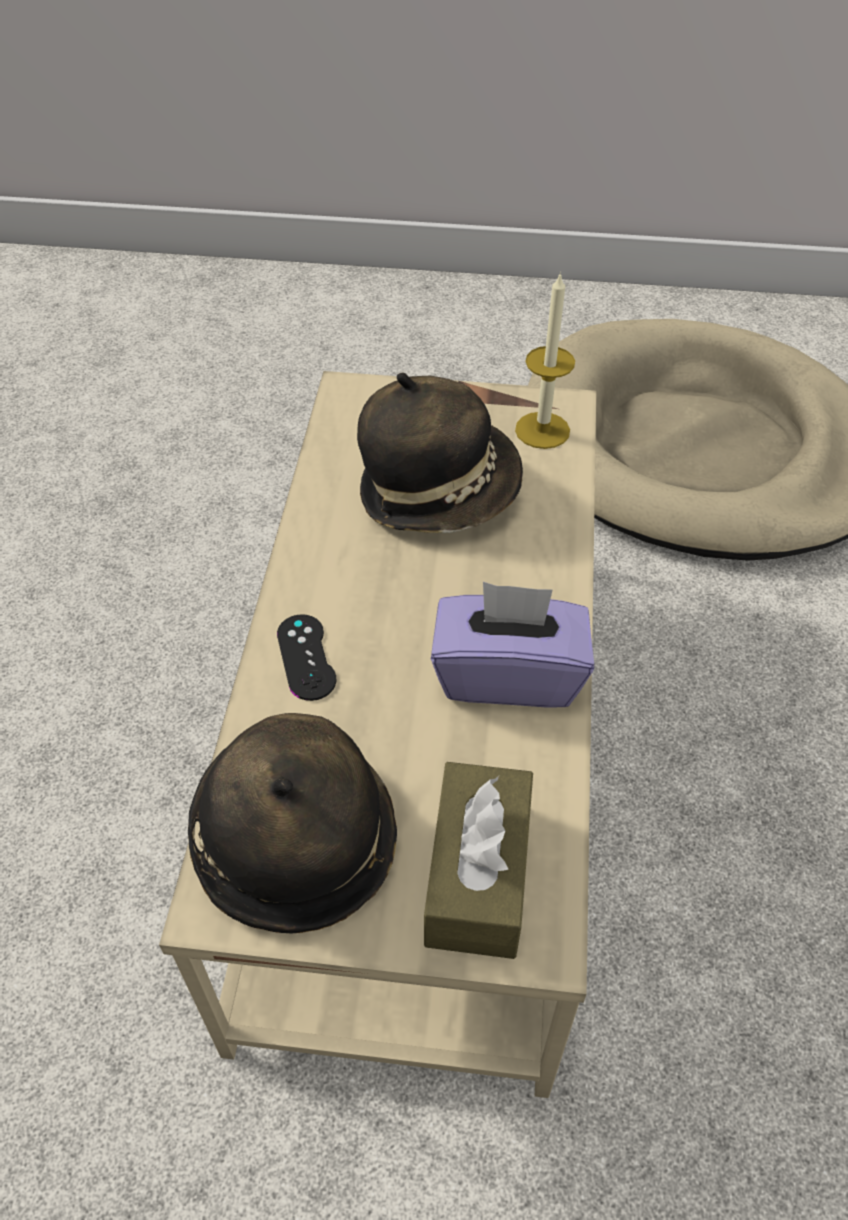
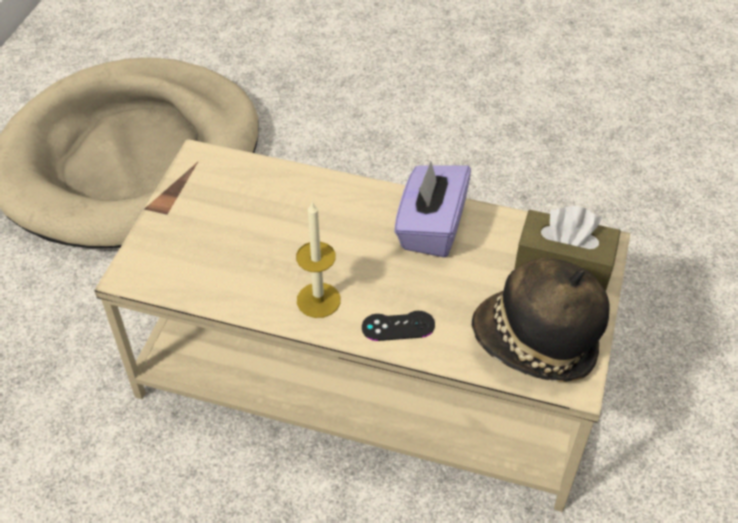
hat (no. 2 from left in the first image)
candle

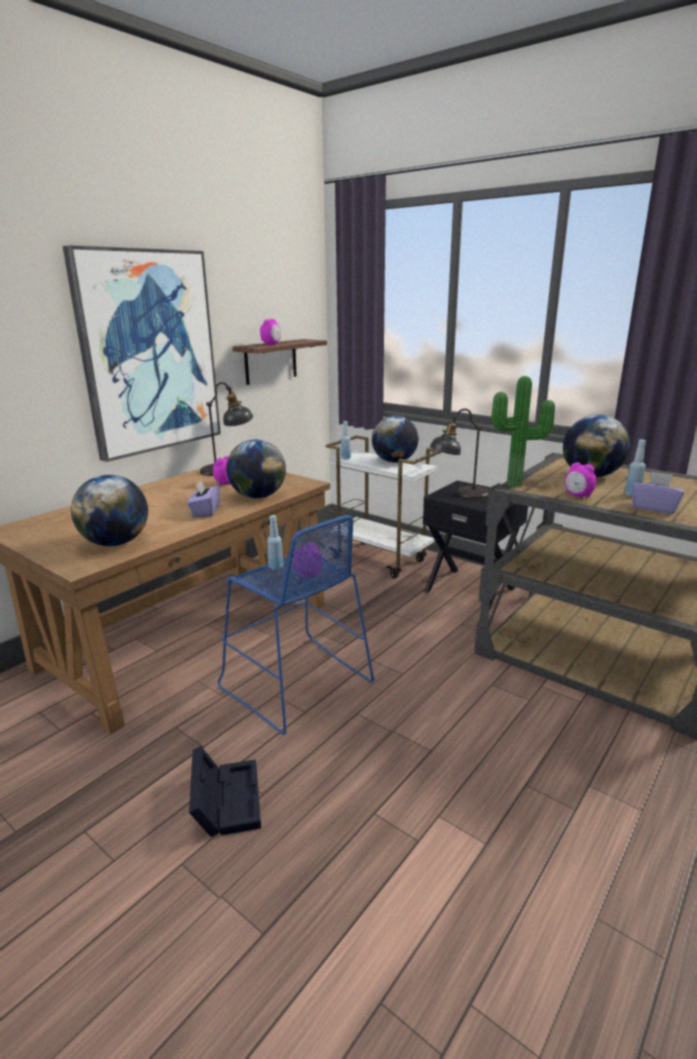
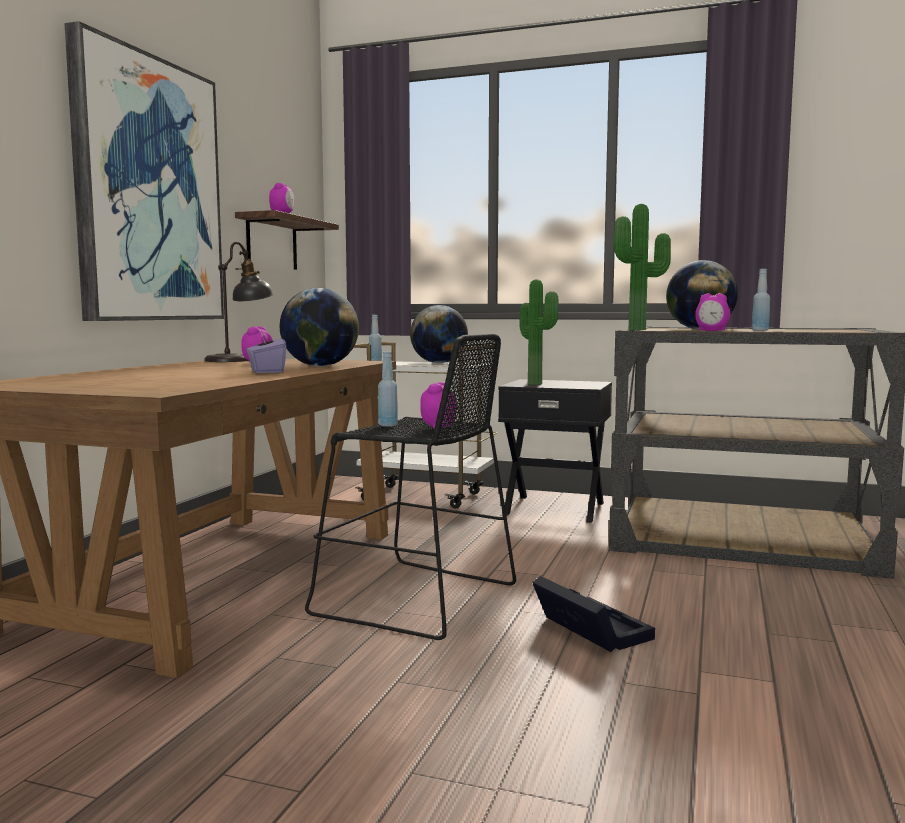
desk globe (no. 1 from left in the first image)
box of tissues in purplish (no. 2 from left in the first image)
storage box in blackish
potted plant (no. 1 from left)
sitting stool in blackish

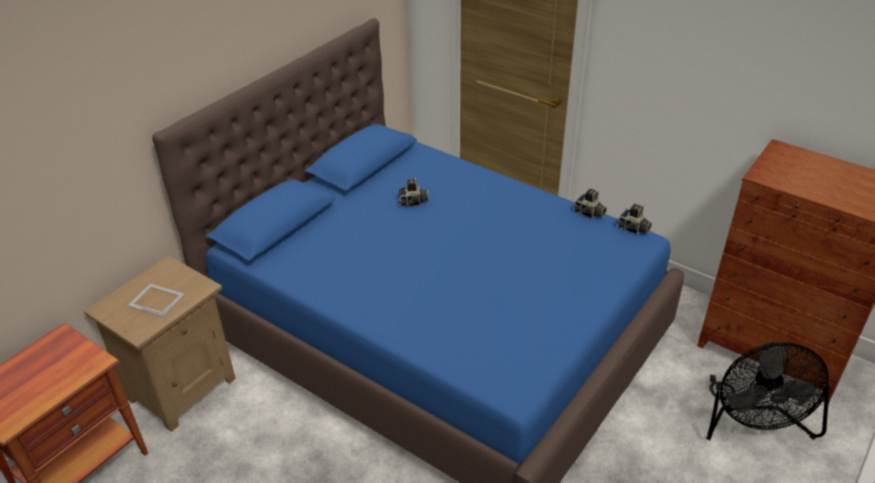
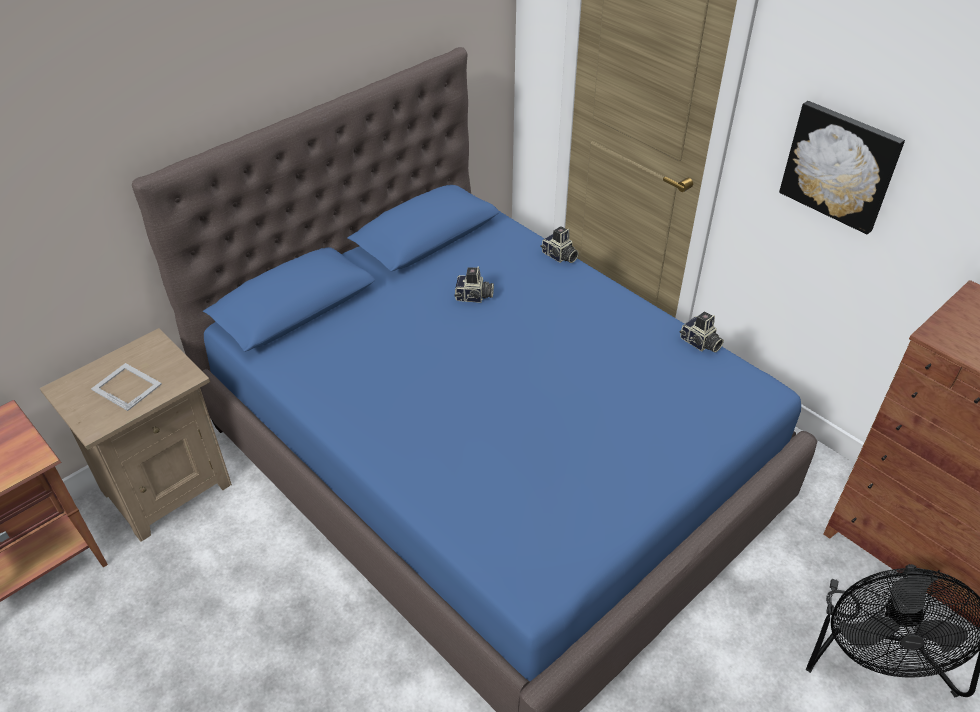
wall art
still camera (no. 2 from left)

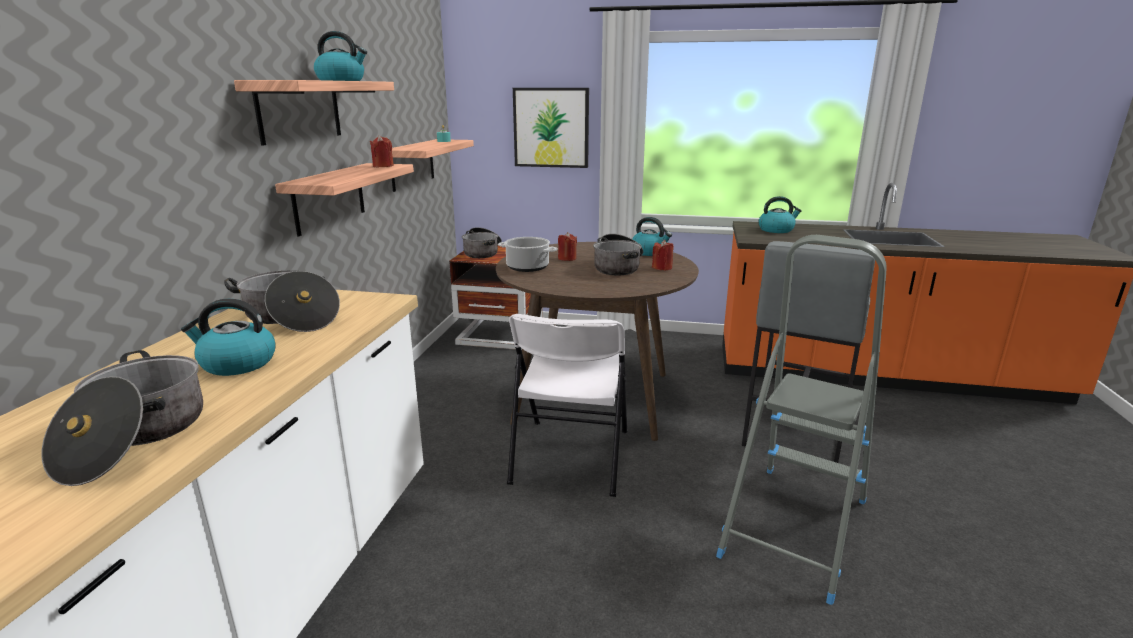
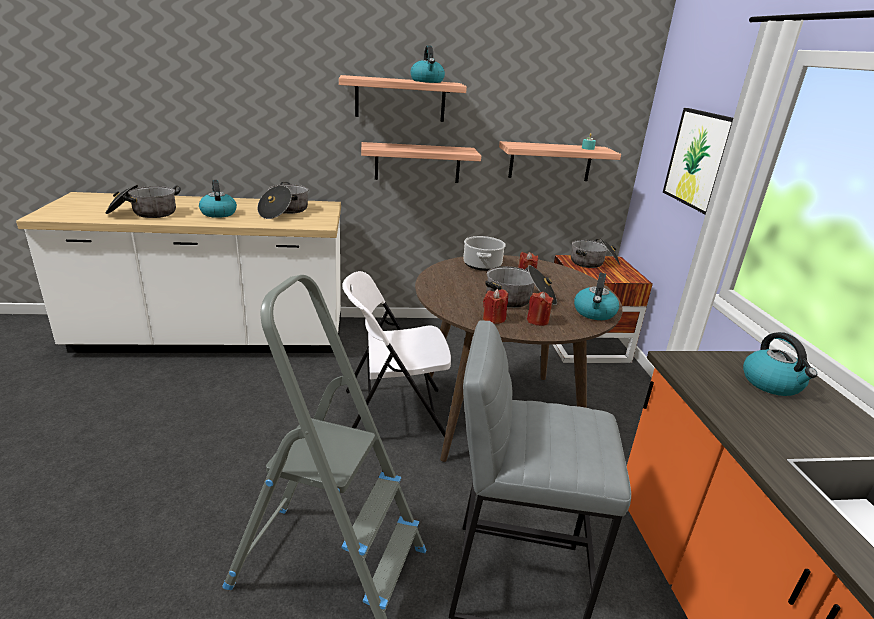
candle in reddish (no. 1 from left)

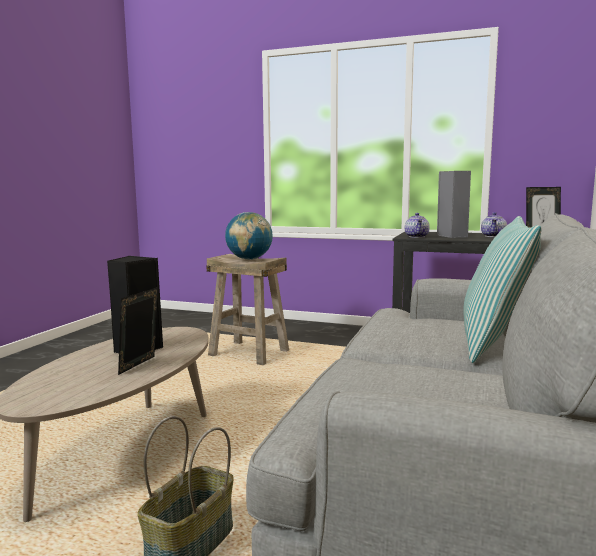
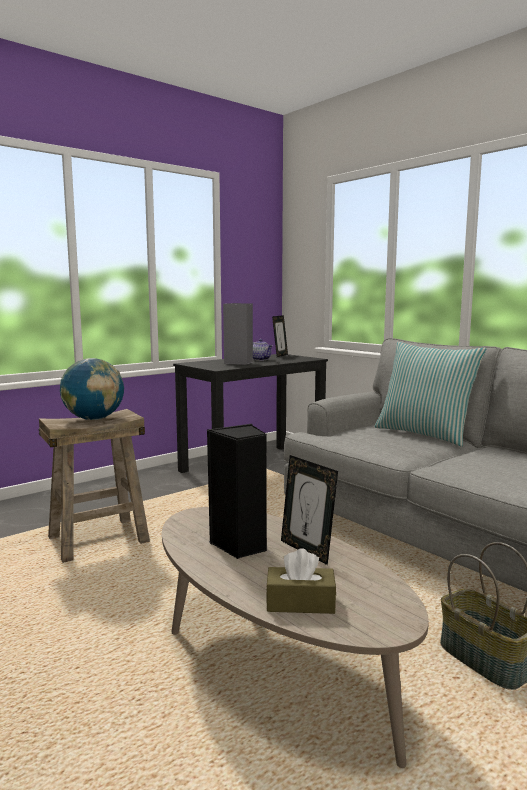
pot for tea (no. 1 from left in the first image)
box of tissues in brown

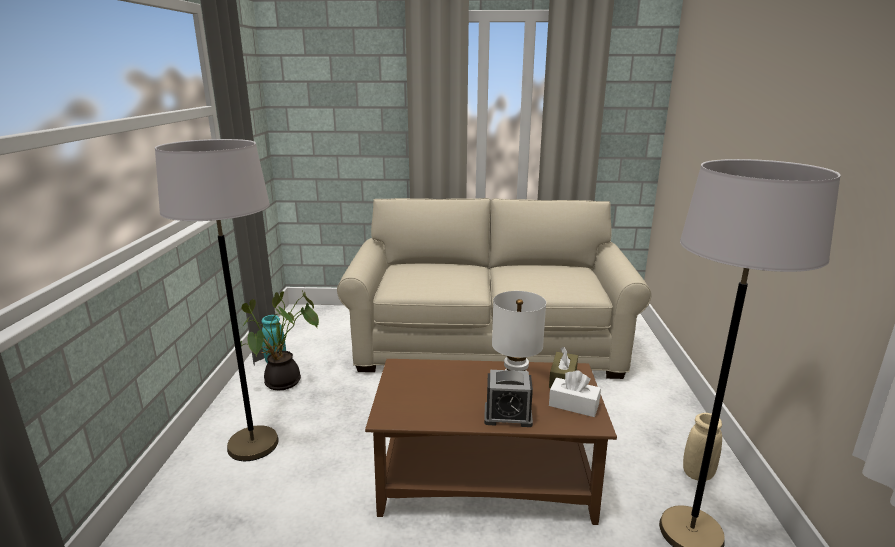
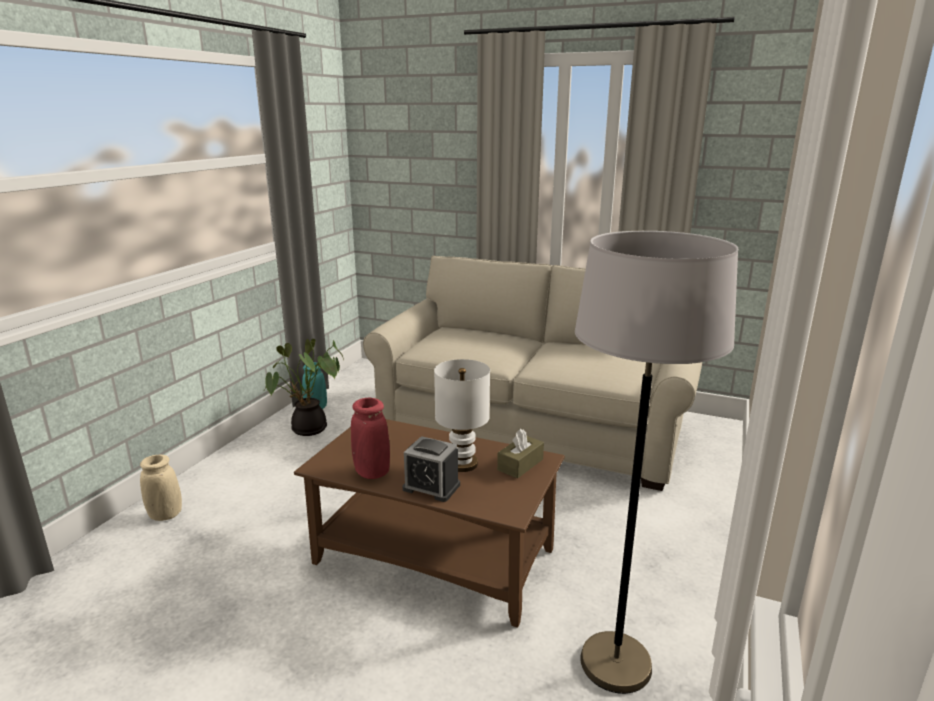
standing lamp in grey (no. 1 from left in the first image)
box of tissues in white-coloured
decorative vase in reddish
decorative vase in beige

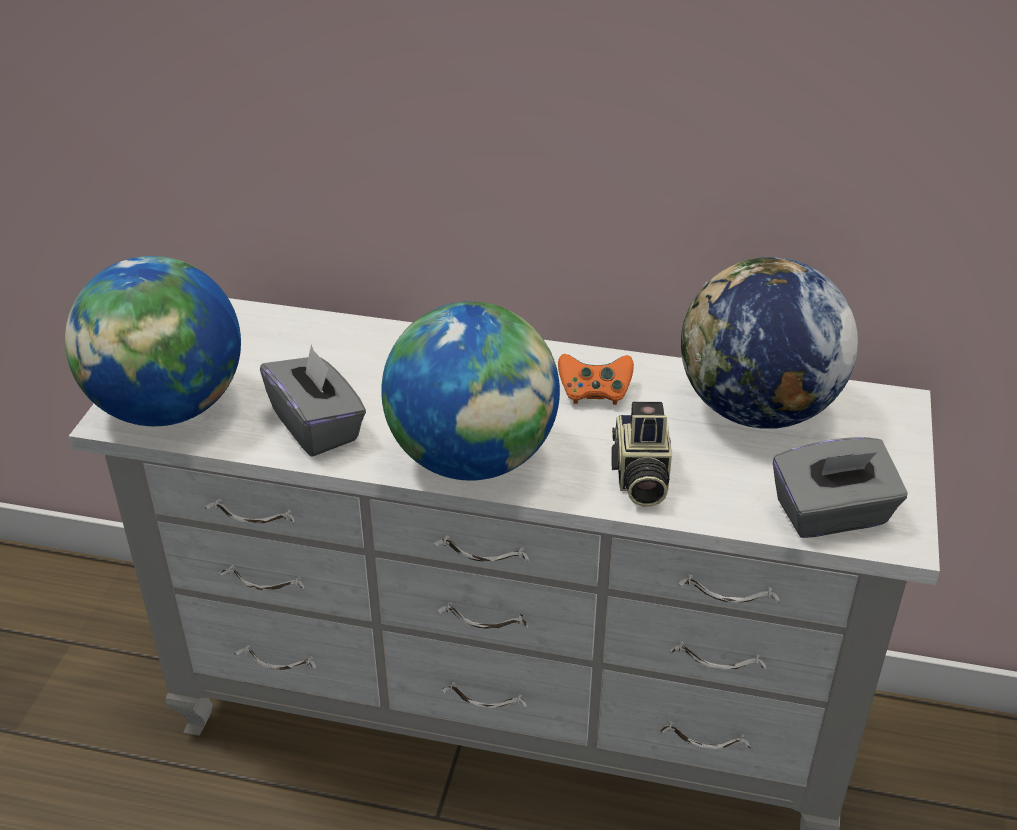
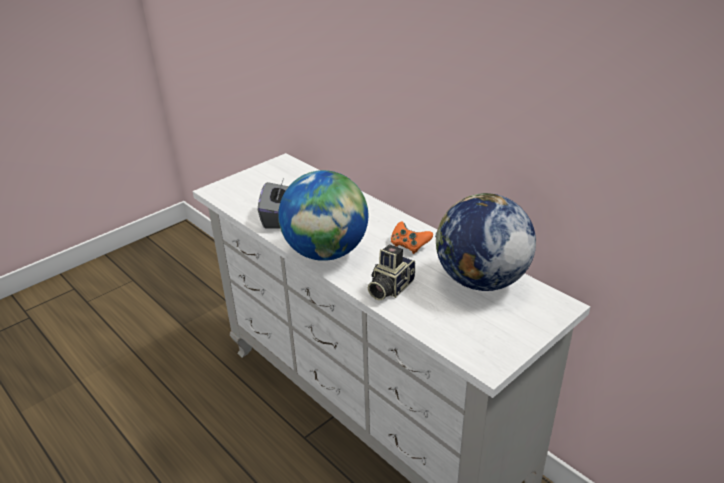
desk globe (no. 1 from left in the first image)
box of tissues in grey (no. 2 from left in the first image)

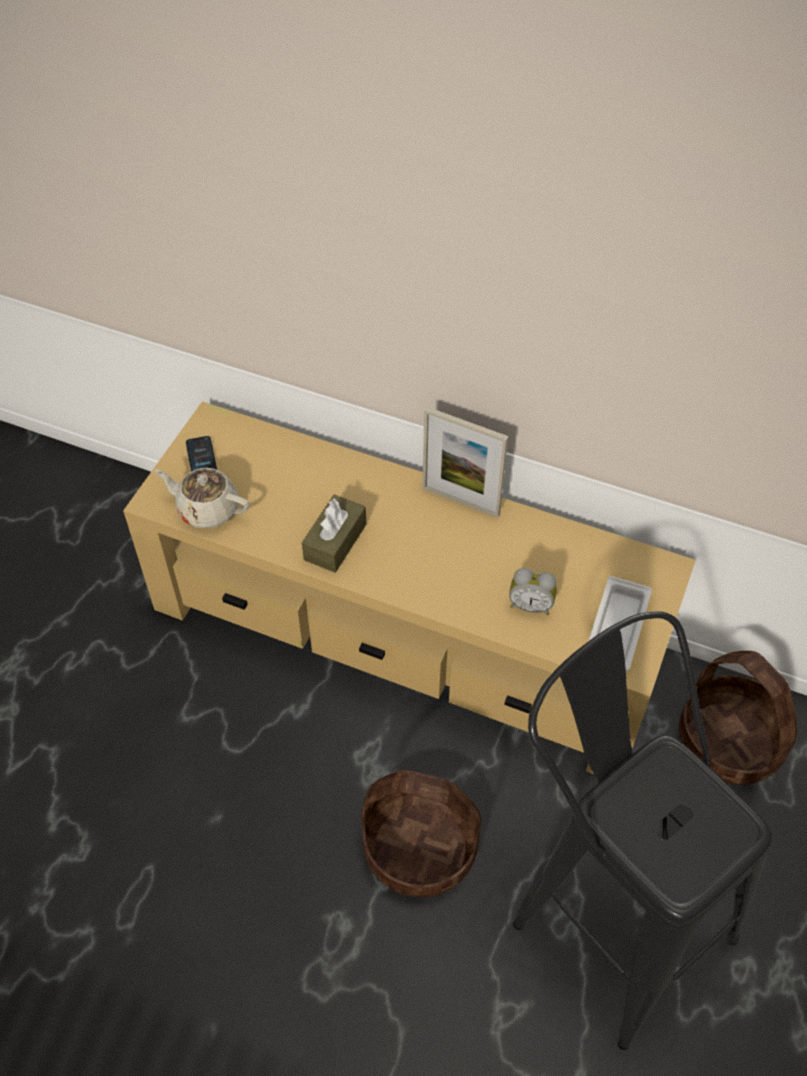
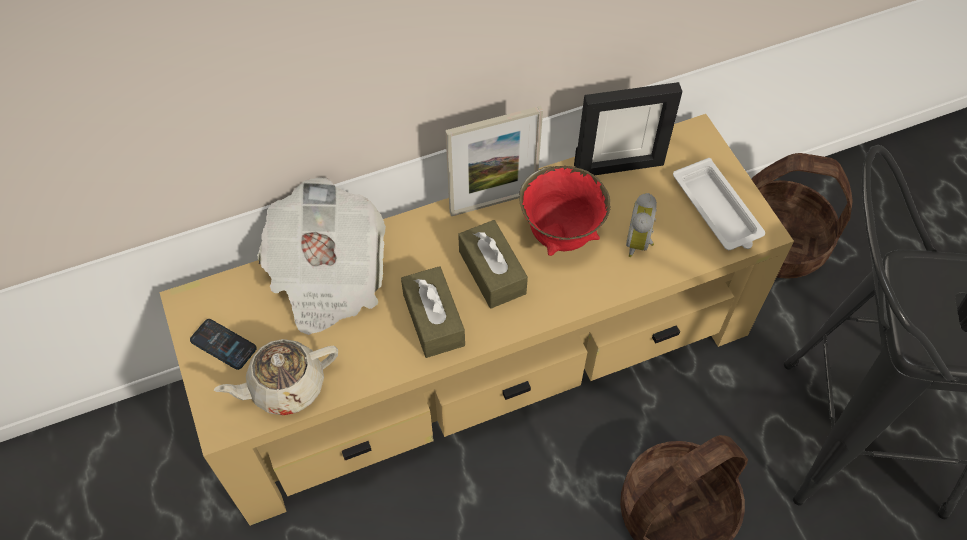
printed paper
box of tissues in brown (no. 2 from left)
deep dish in reddish
standing frame (no. 2 from left)
table clock

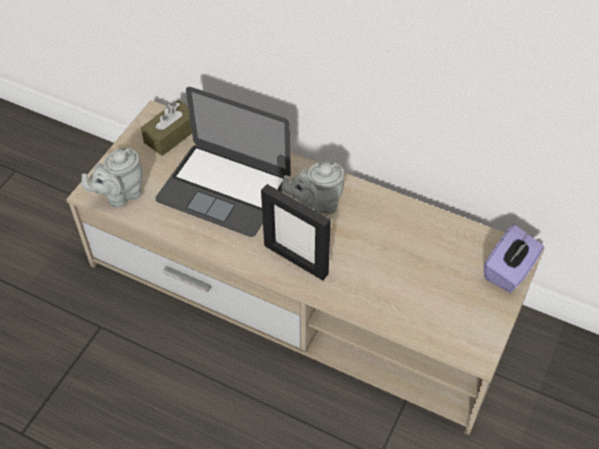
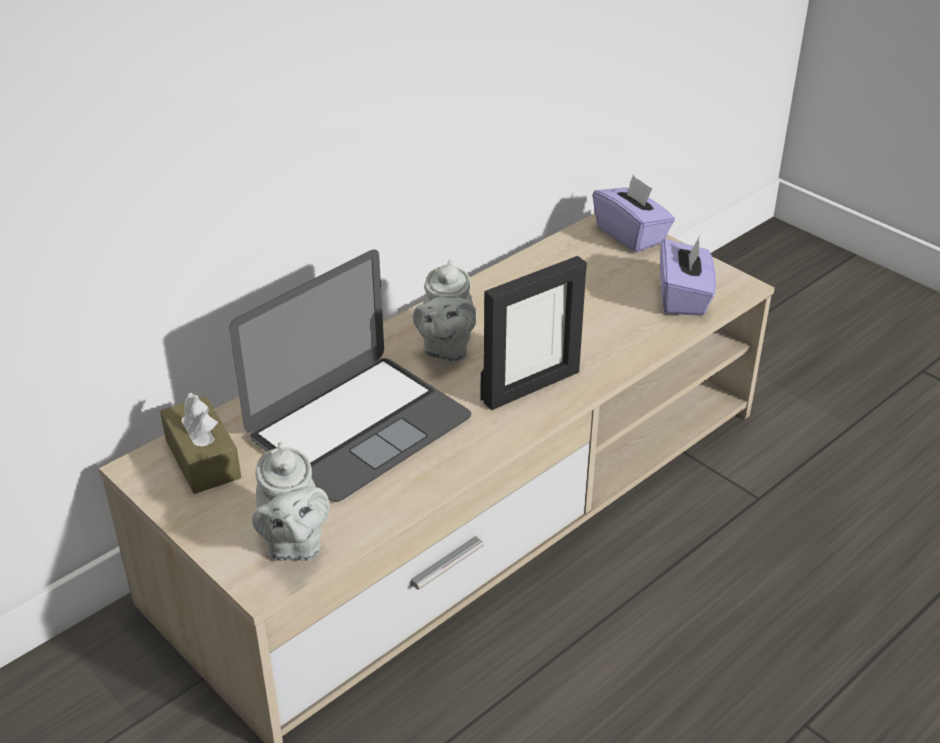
box of tissues in purplish (no. 2 from left)

